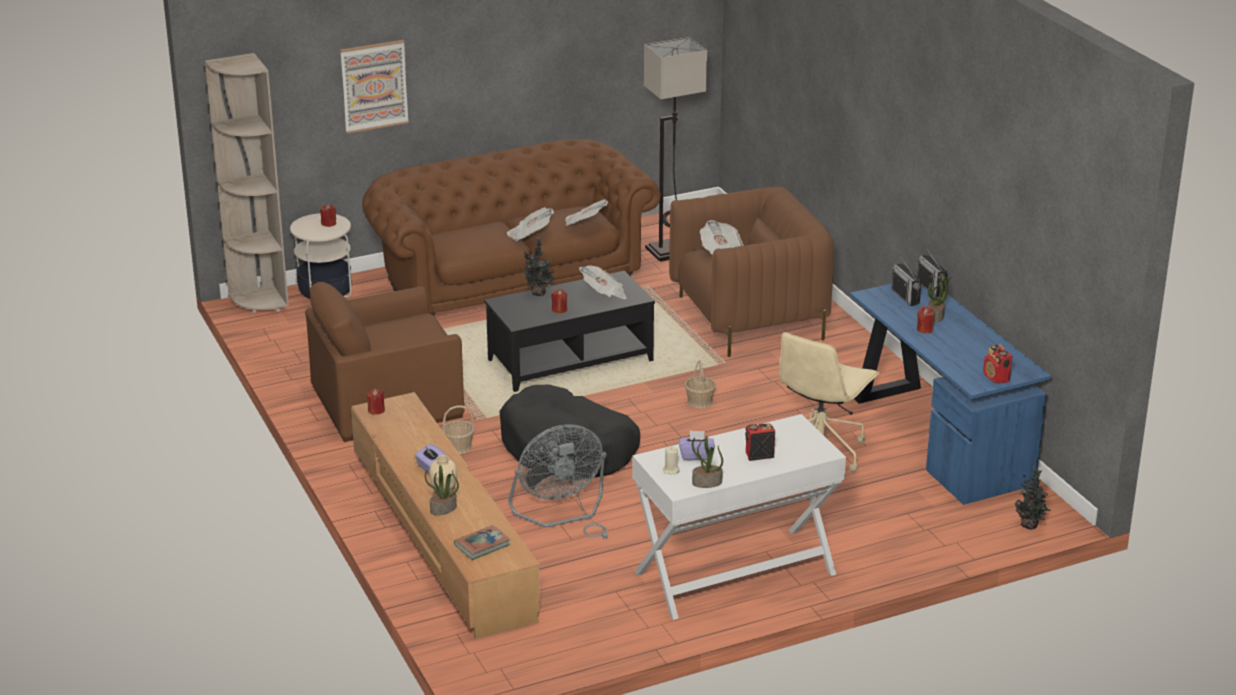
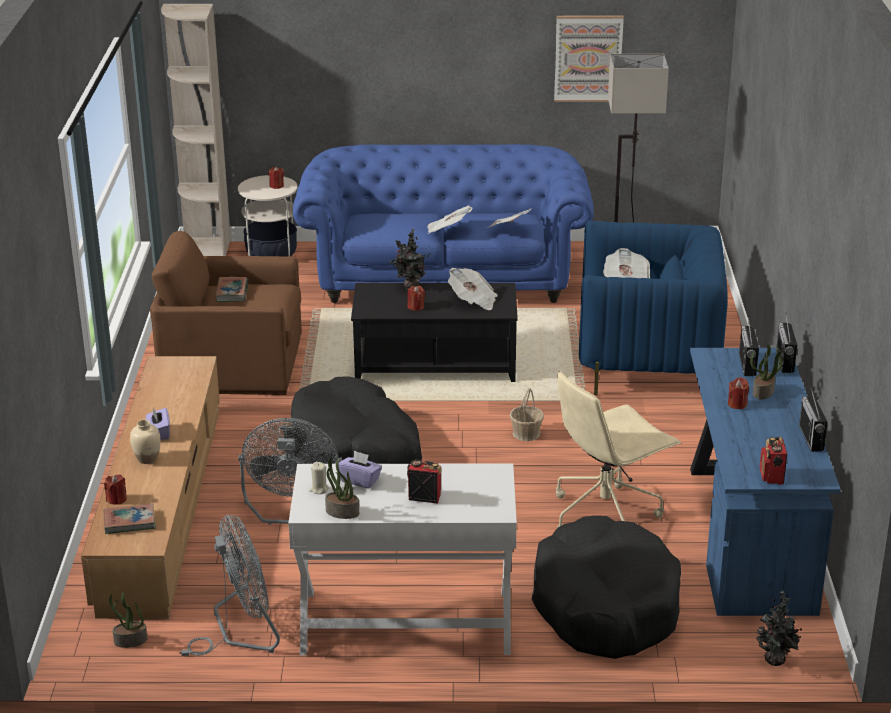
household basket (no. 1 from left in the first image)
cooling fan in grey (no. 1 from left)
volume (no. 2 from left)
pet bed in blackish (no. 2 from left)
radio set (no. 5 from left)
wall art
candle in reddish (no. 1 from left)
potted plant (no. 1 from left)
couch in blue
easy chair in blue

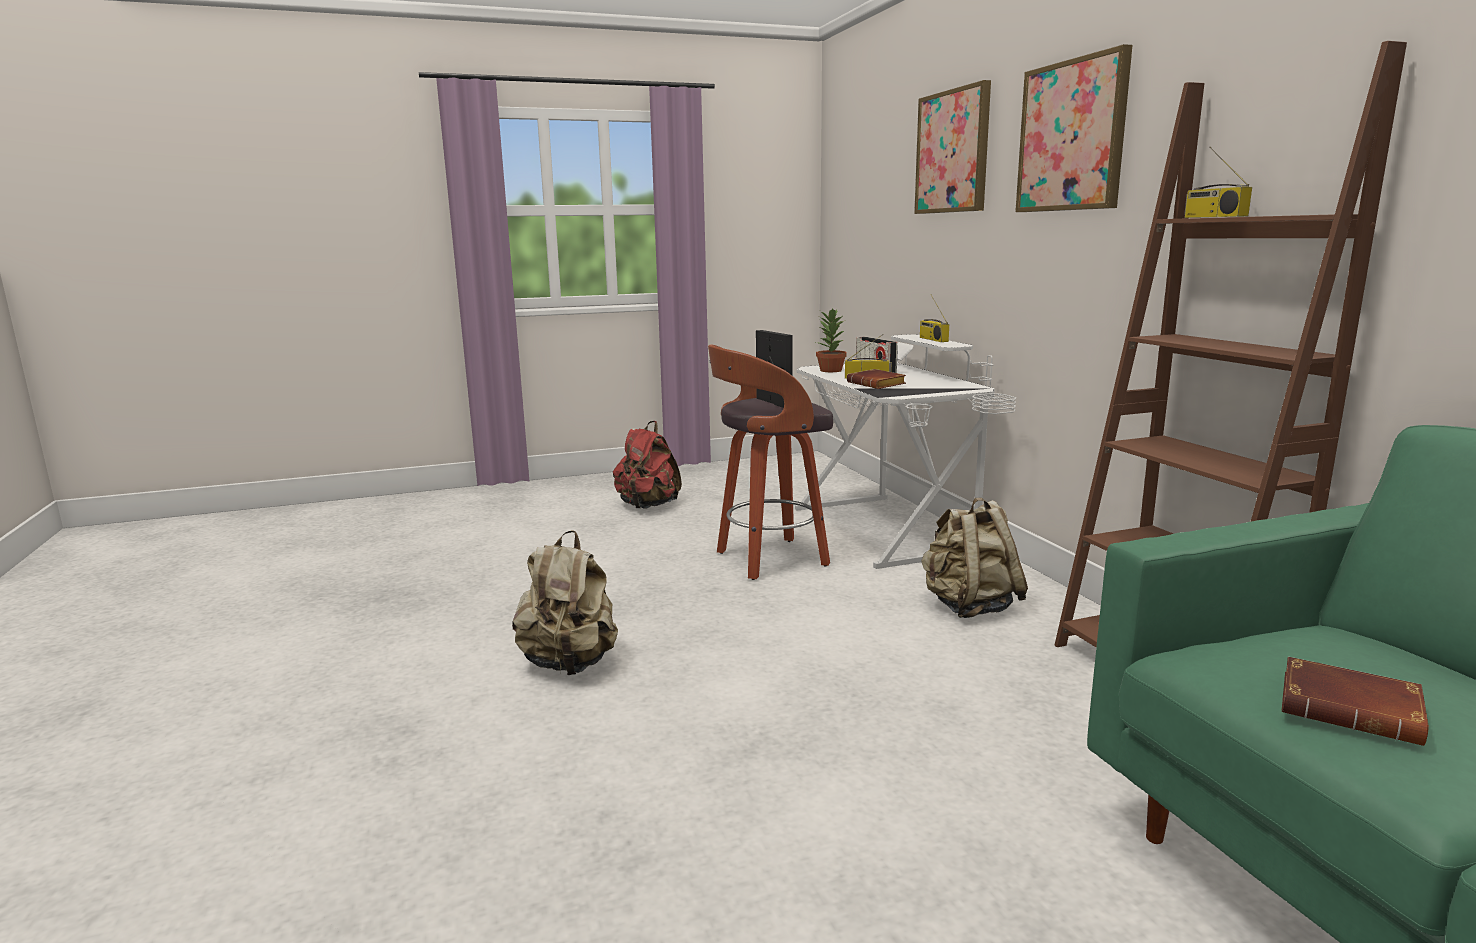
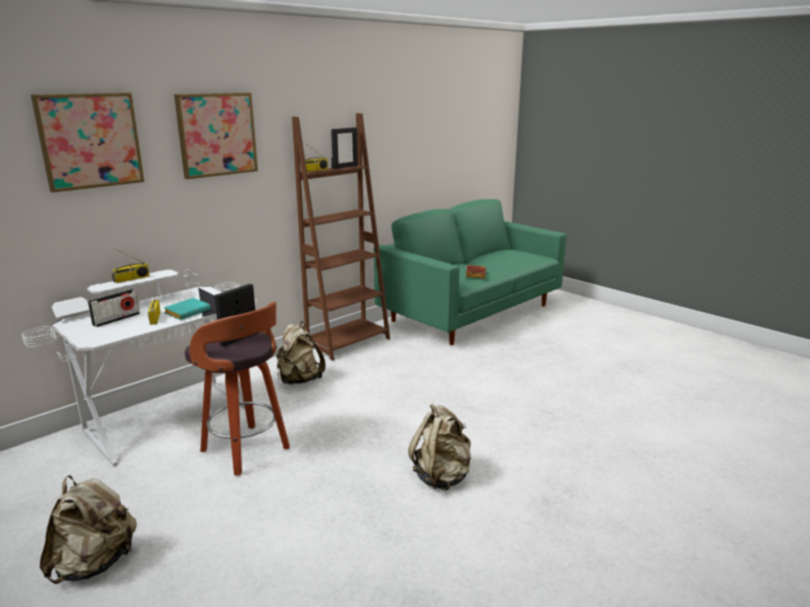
potted plant
standing frame (no. 2 from left)
backpack in beige (no. 1 from left)
volume in blue-green

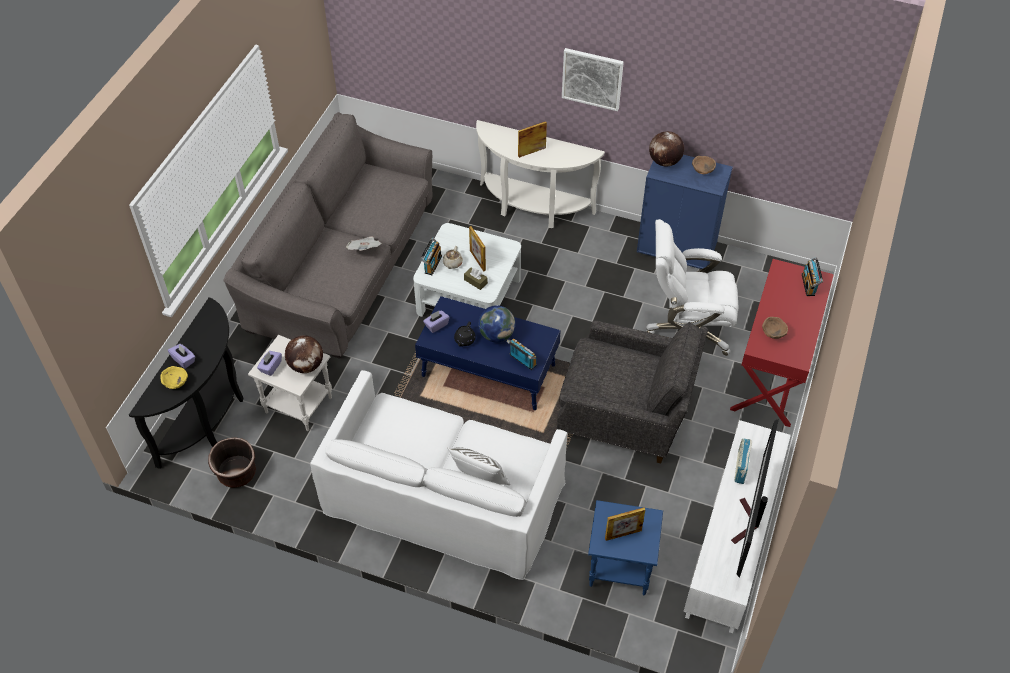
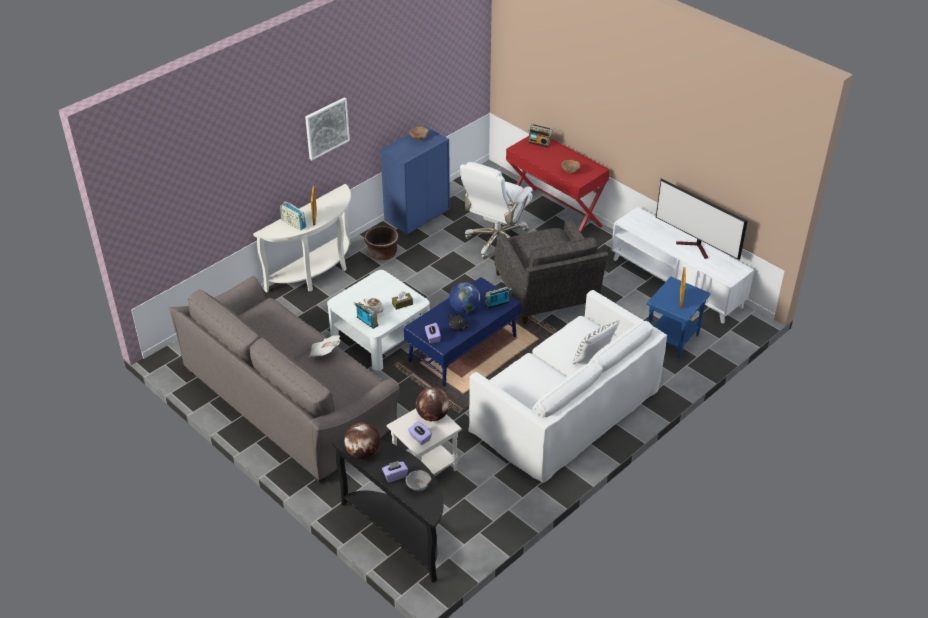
standing frame (no. 1 from left in the first image)
plant pot in brown
desk globe (no. 1 from left)
radio set (no. 1 from left)
deep dish in grey
easy chair in grey

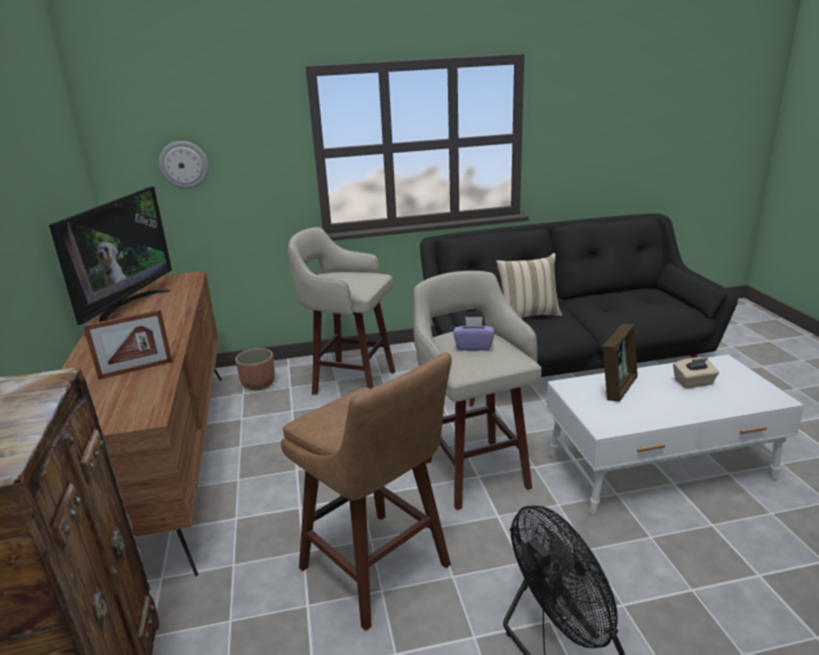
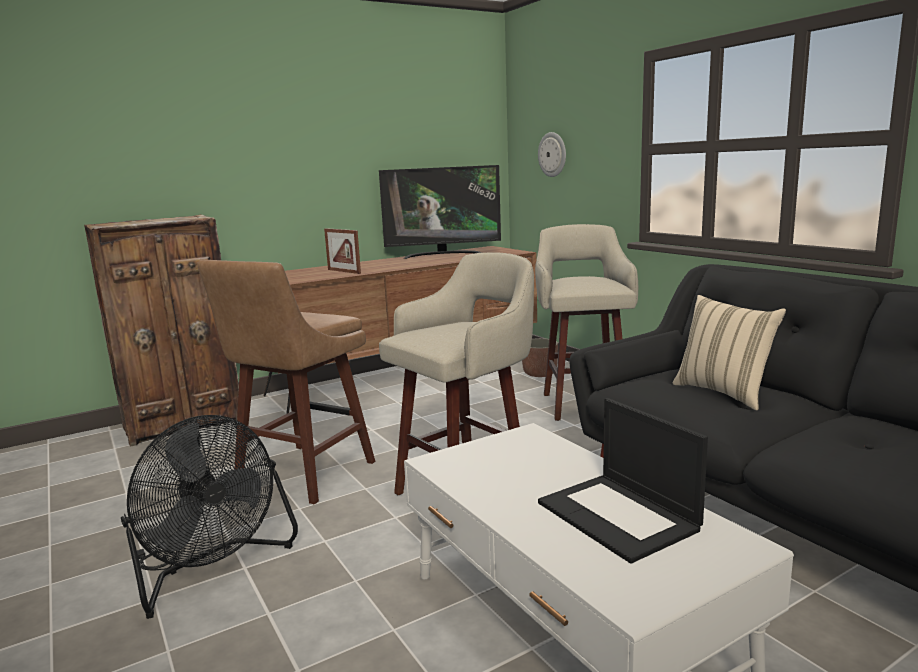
box of tissues in purplish
standing frame (no. 2 from left in the first image)
portable computer

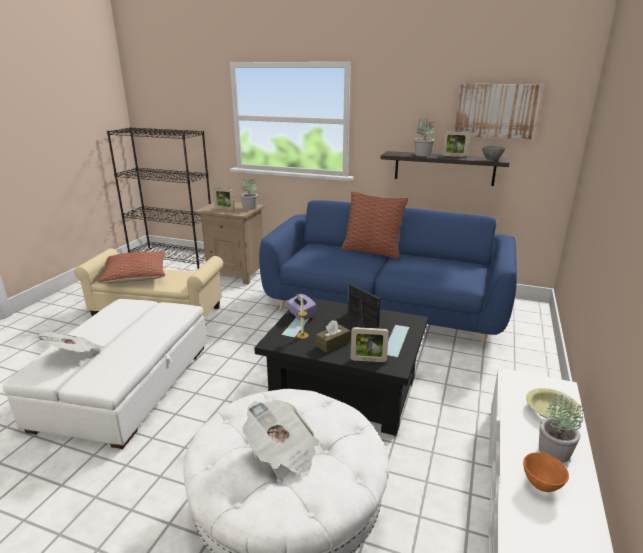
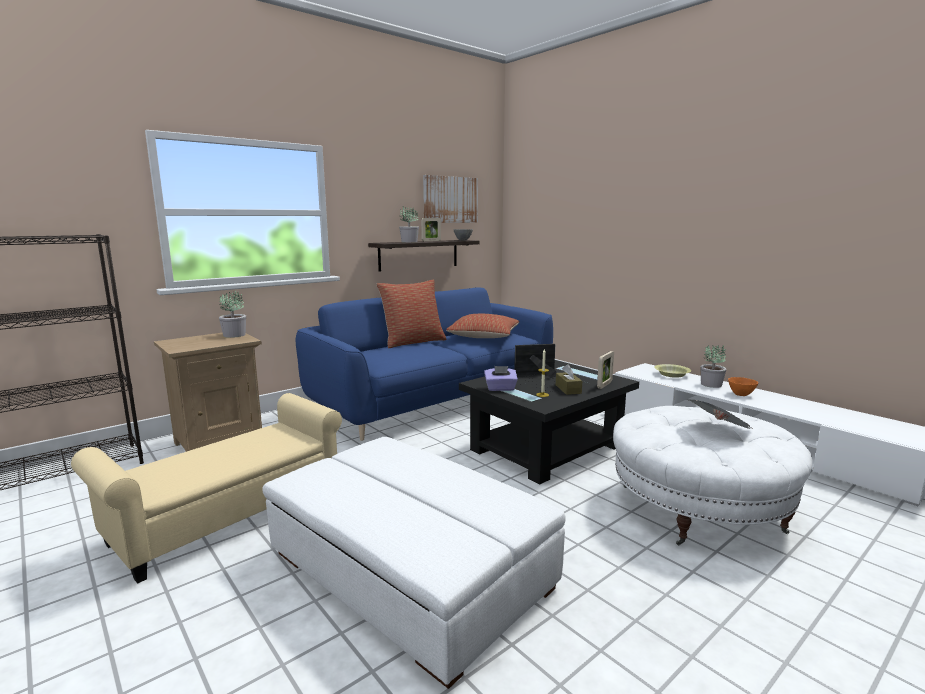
printed paper (no. 1 from left in the first image)
standing frame (no. 1 from left in the first image)
throw pillow (no. 2 from left)

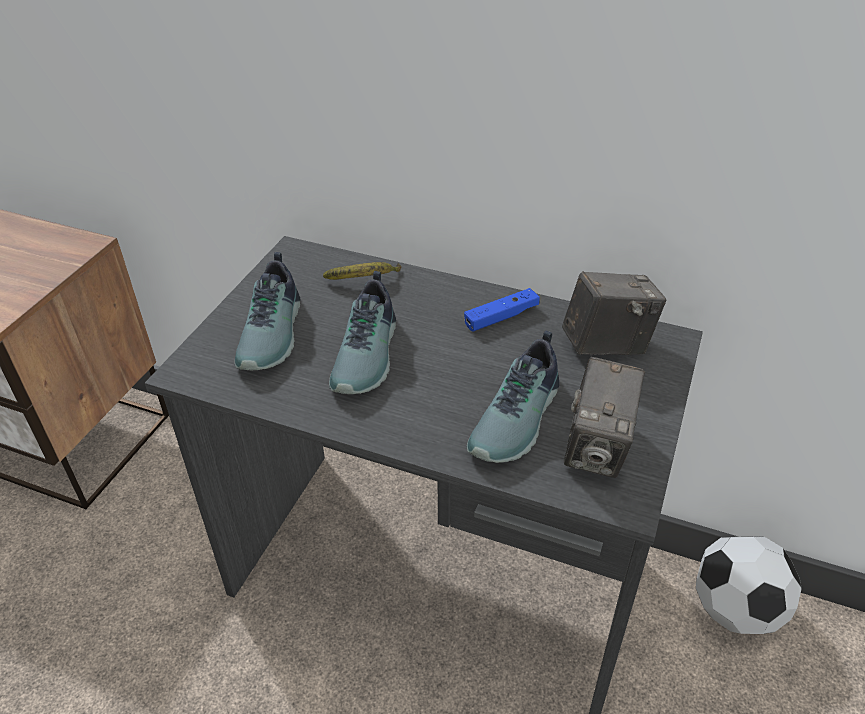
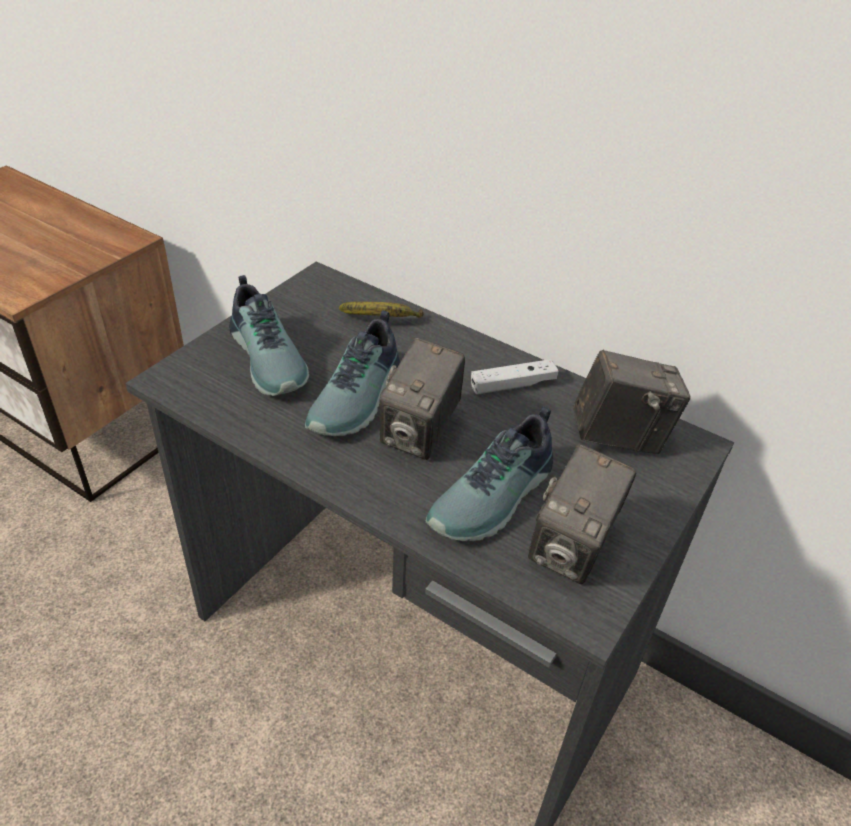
ball for football
still camera (no. 1 from left)
joypad in white-coloured
shoe (no. 1 from left)

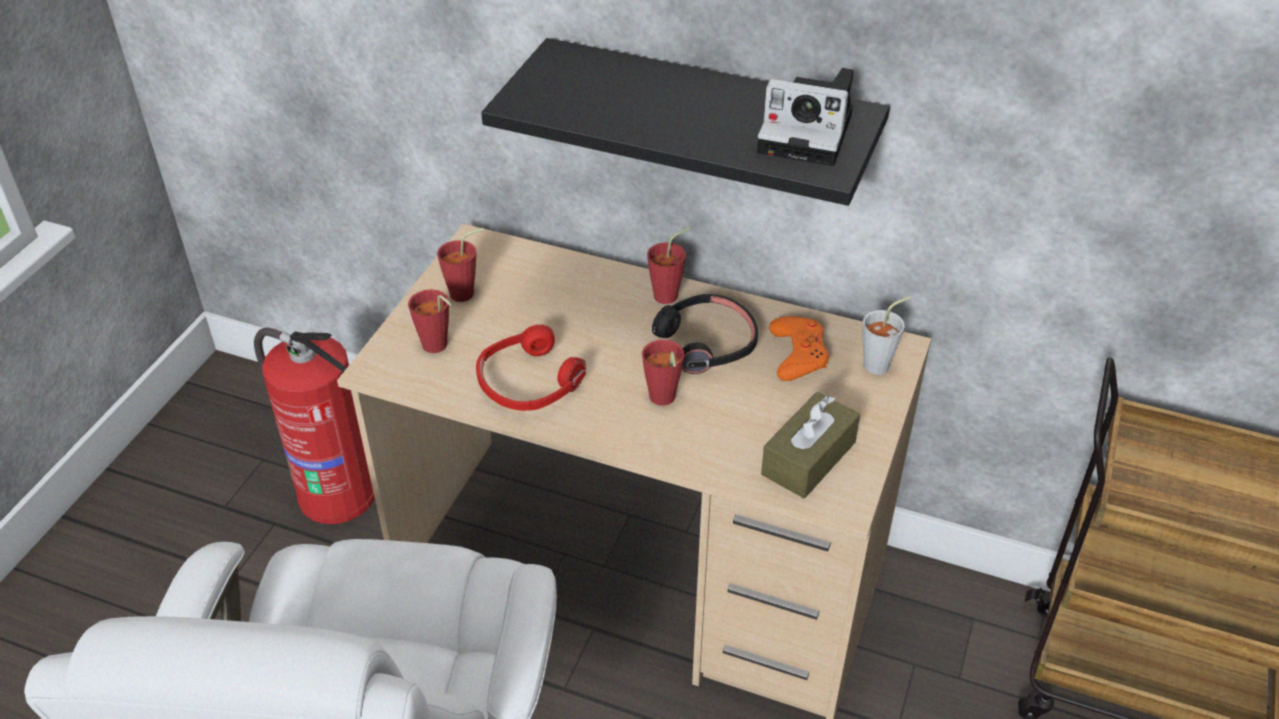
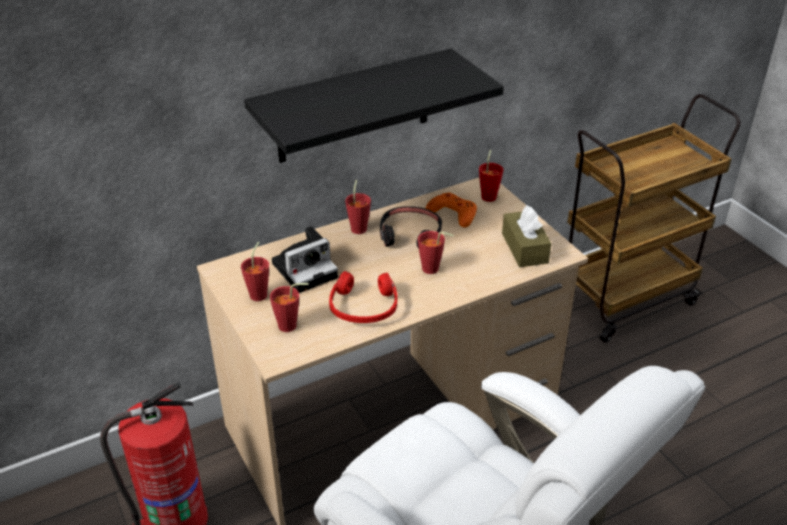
still camera
drinking cup in reddish (no. 5 from left)

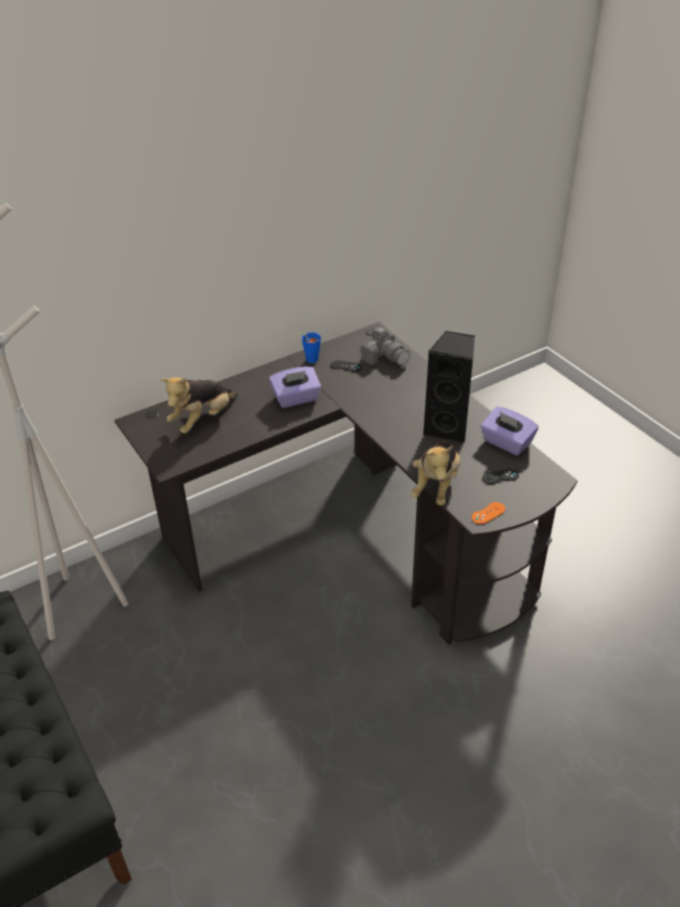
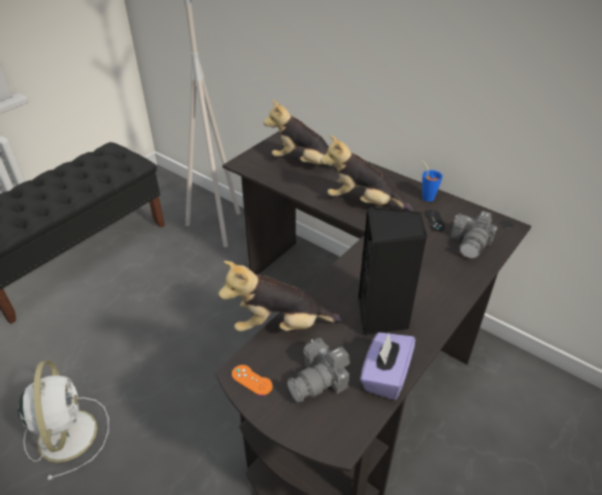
cooling fan in white-coloured
cuddly toy (no. 3 from left)
still camera (no. 1 from left)

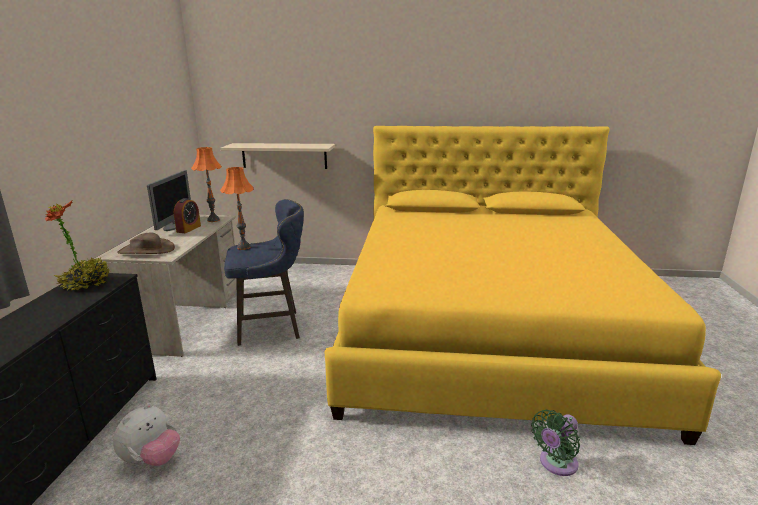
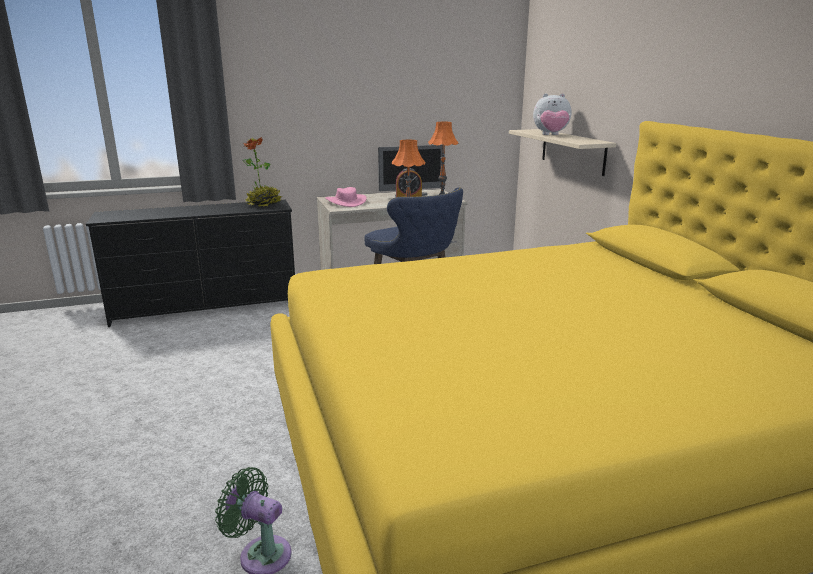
cuddly toy
hat in pink

